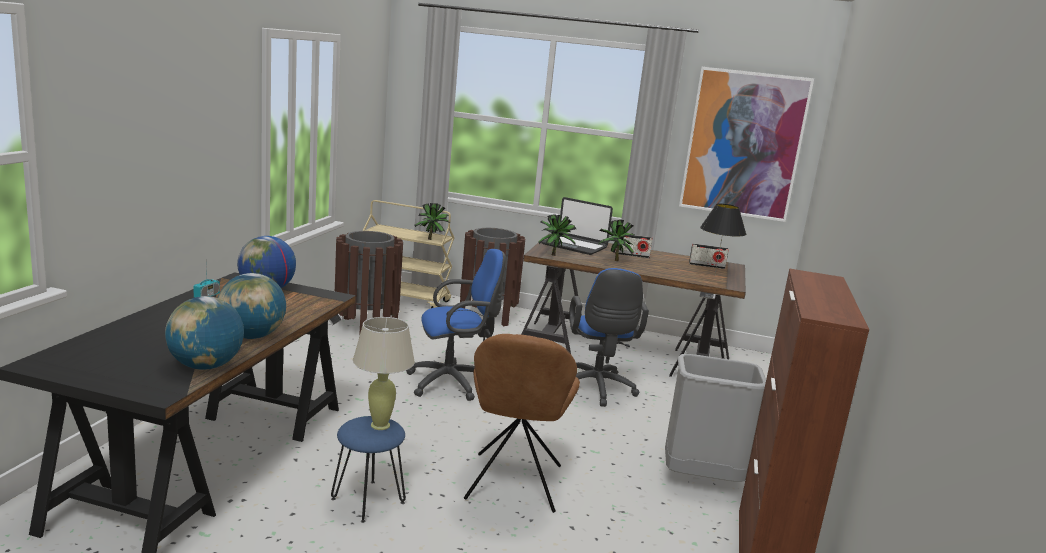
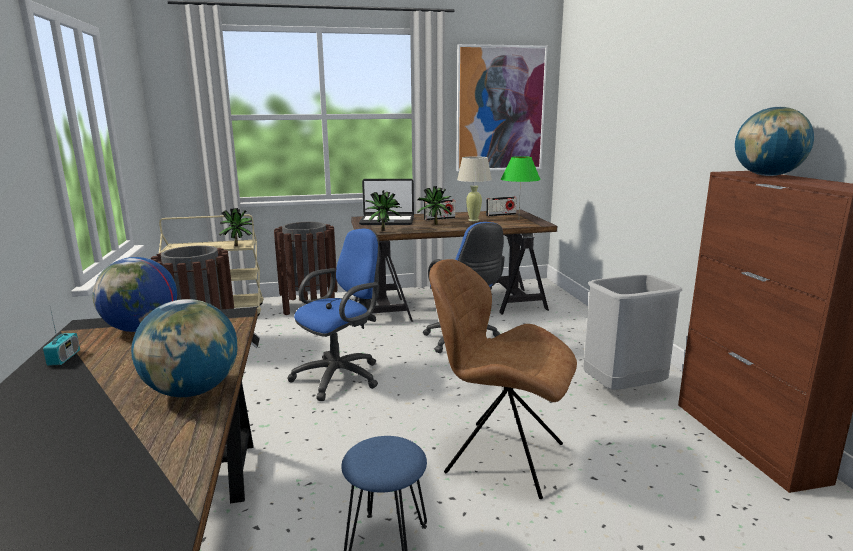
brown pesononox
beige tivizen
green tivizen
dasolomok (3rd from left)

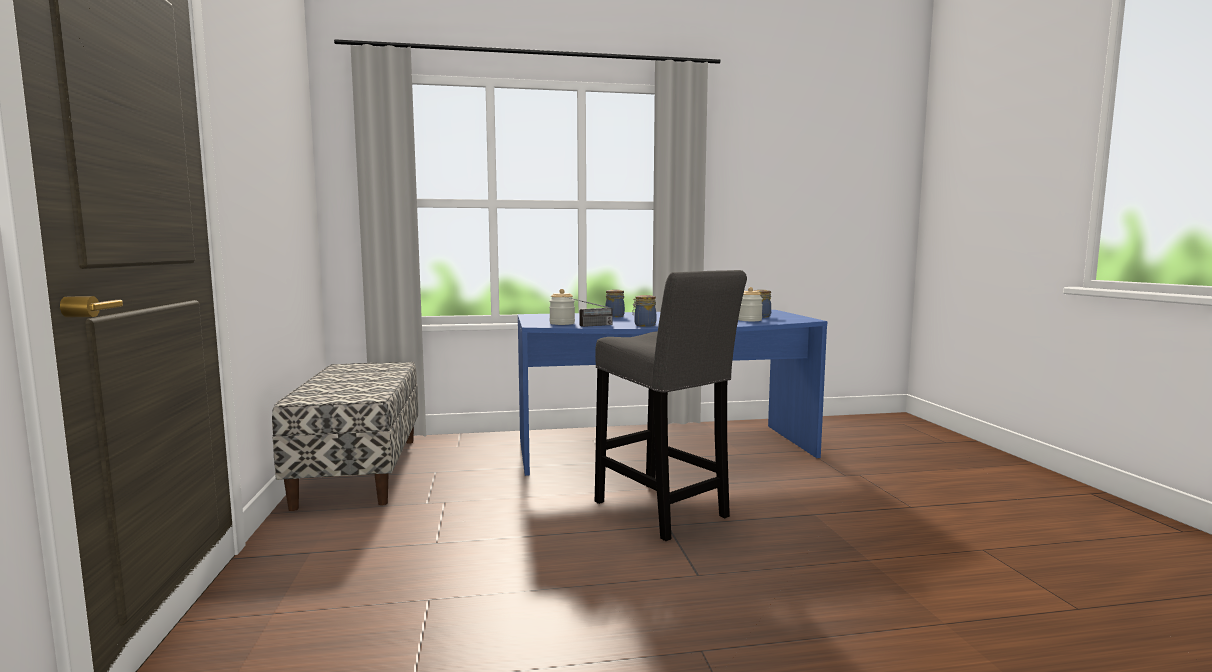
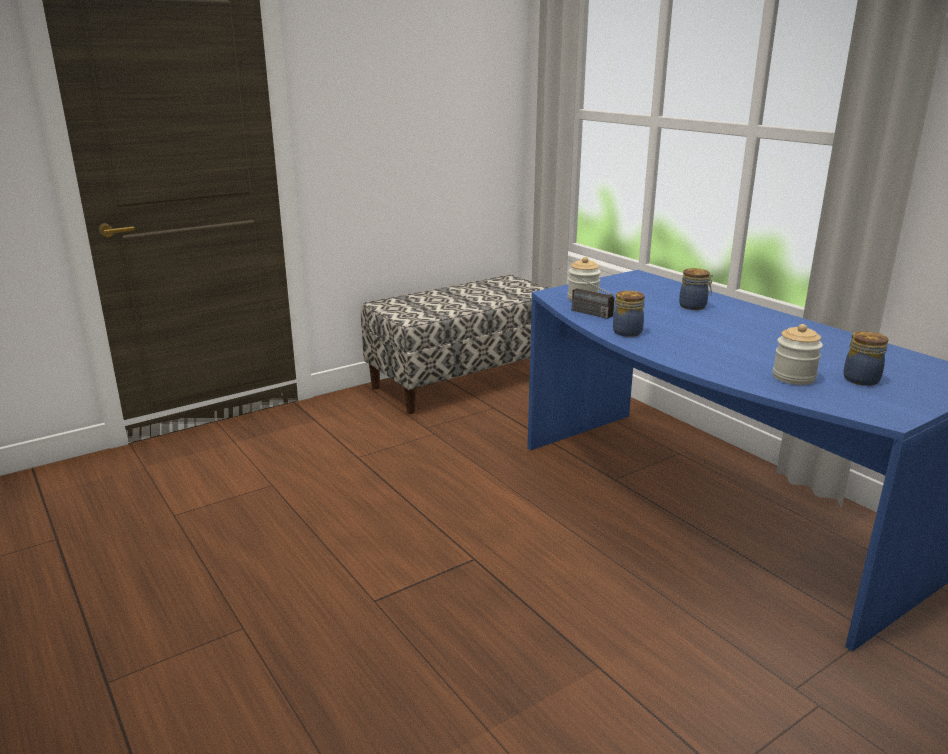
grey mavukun

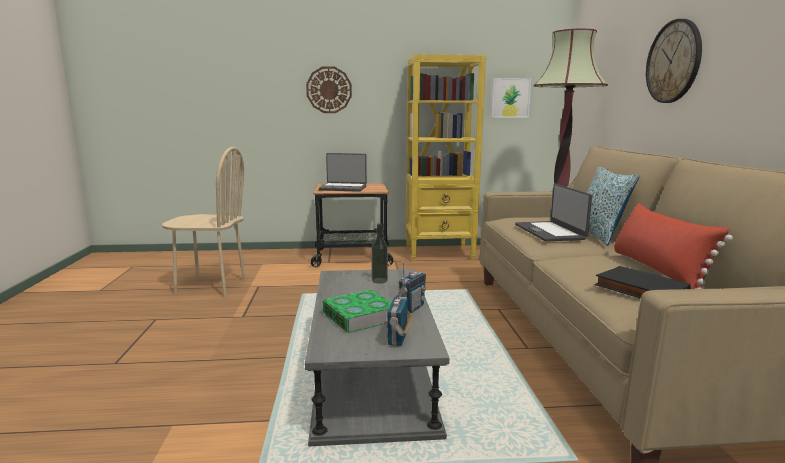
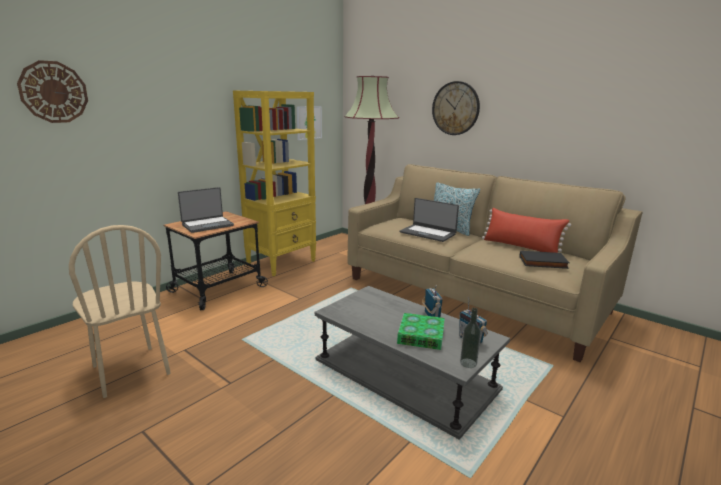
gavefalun (1st from left)
beige pesononox
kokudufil

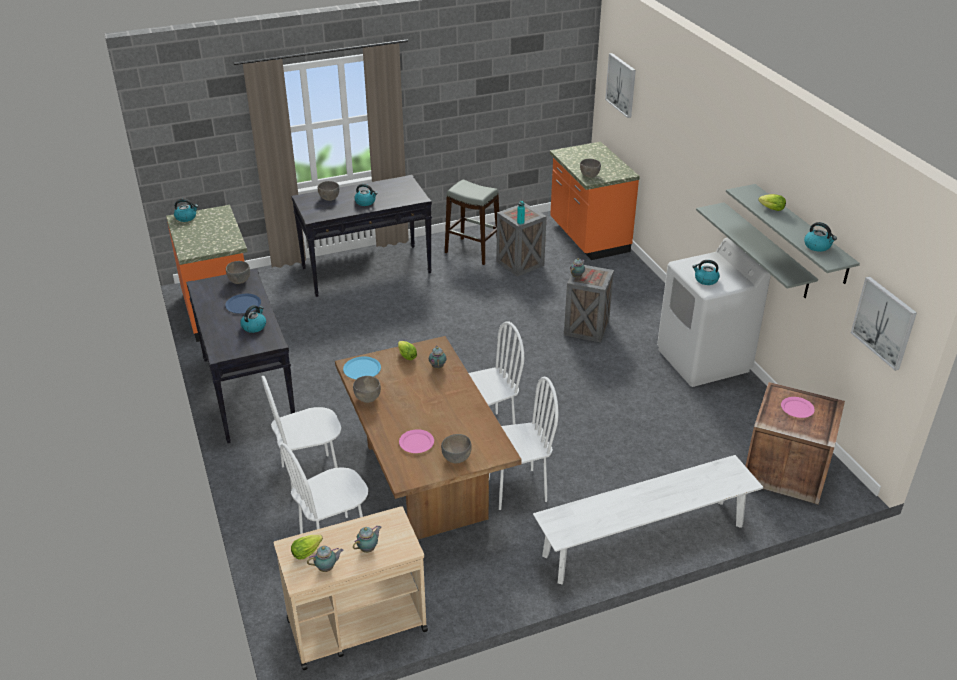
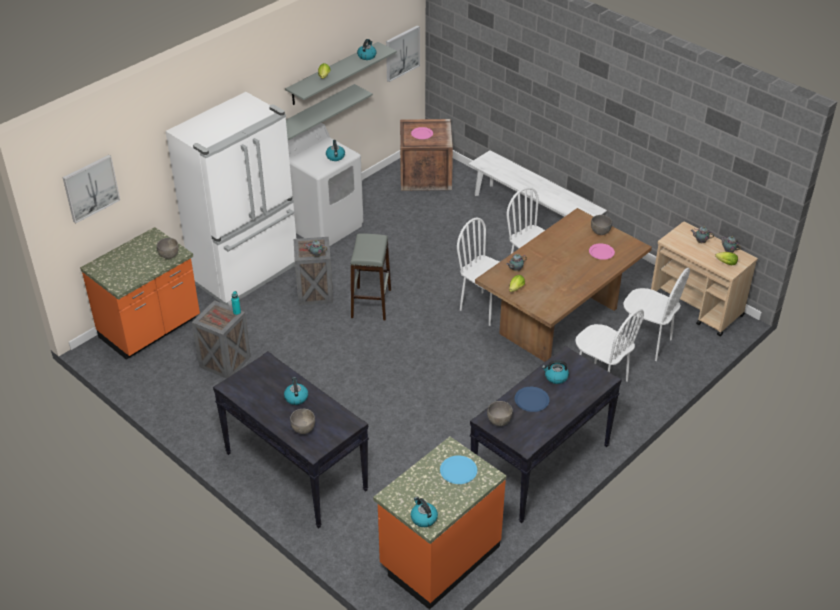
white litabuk
grey mavukun
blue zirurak (1st from left)
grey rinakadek (3rd from left in the first image)

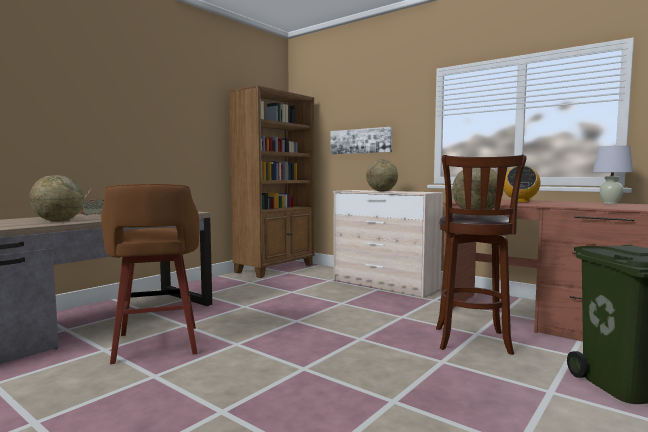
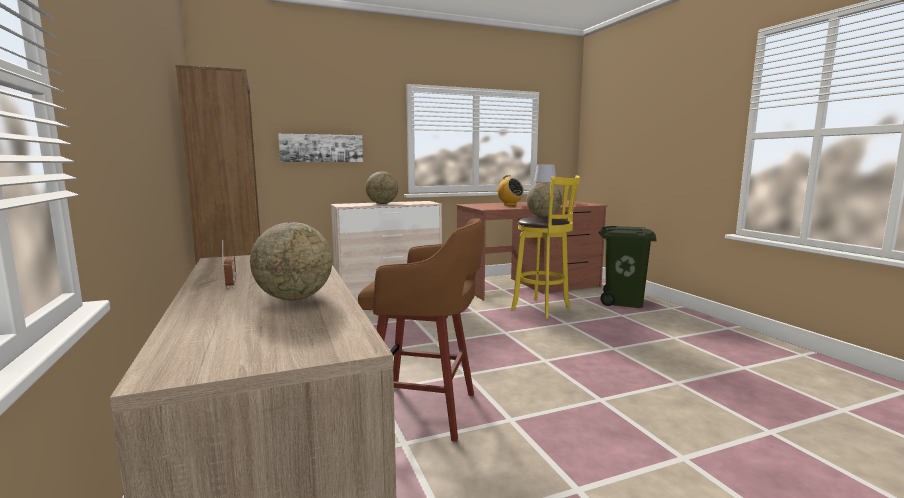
yellow mavukun

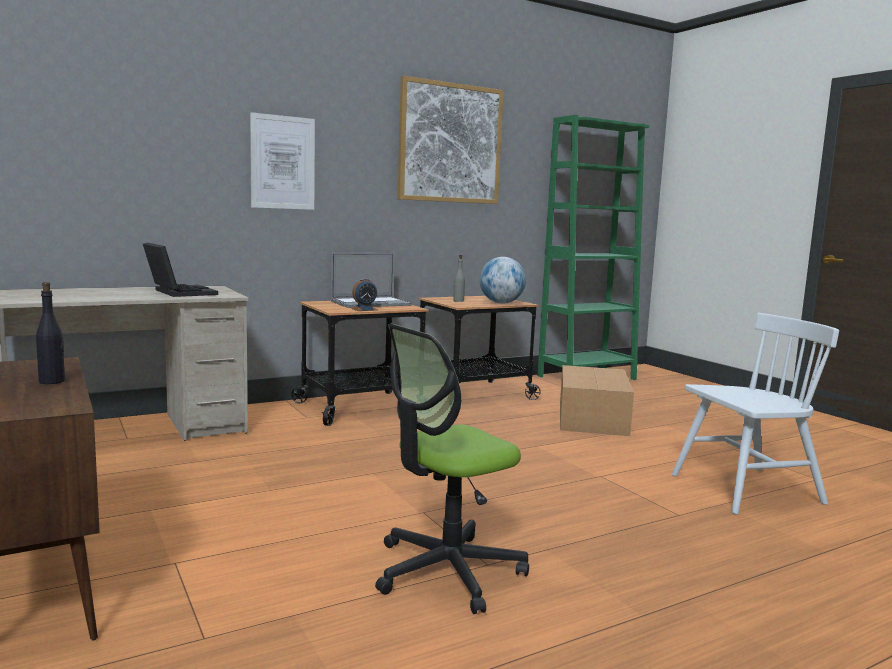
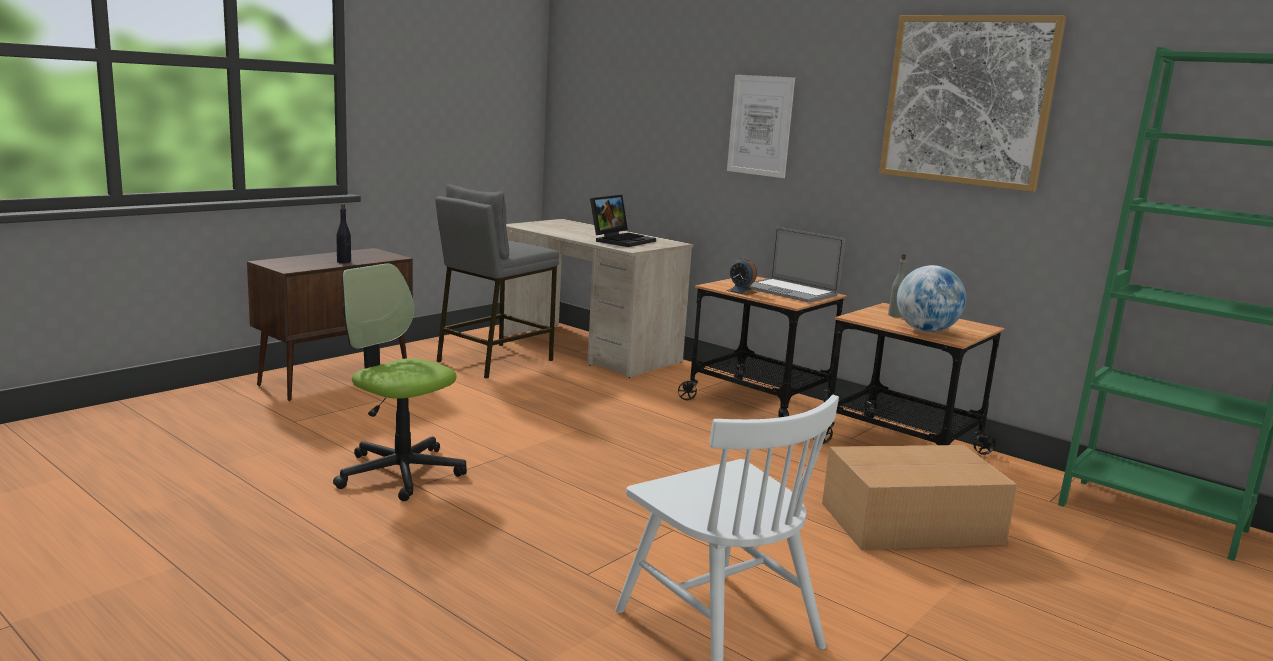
grey mavukun

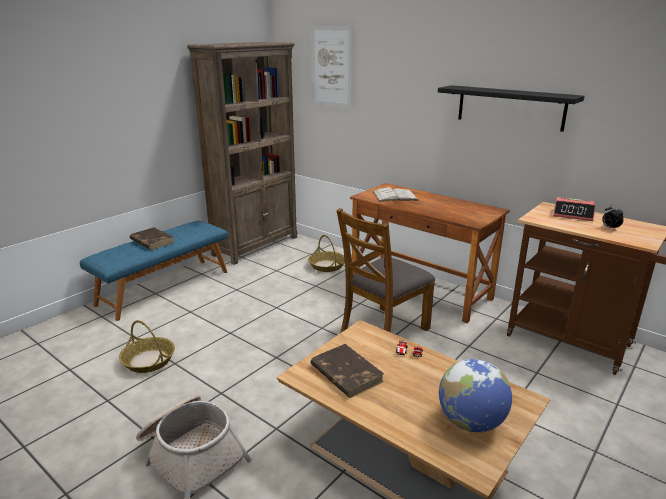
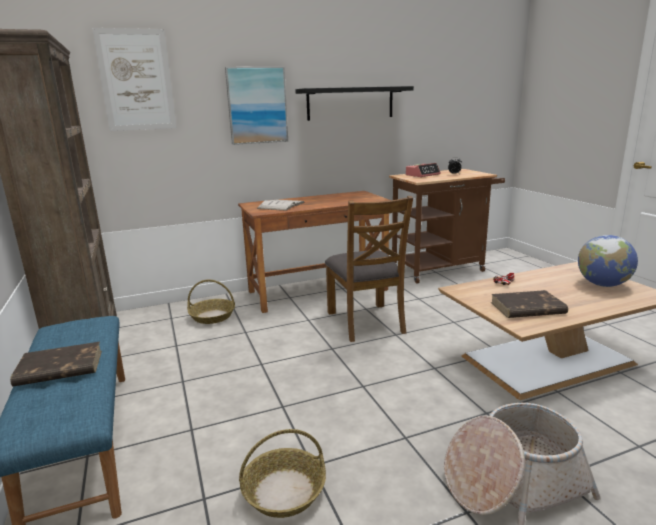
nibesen (2nd from left)

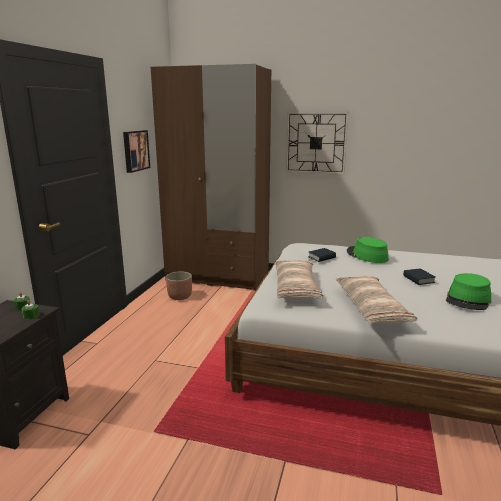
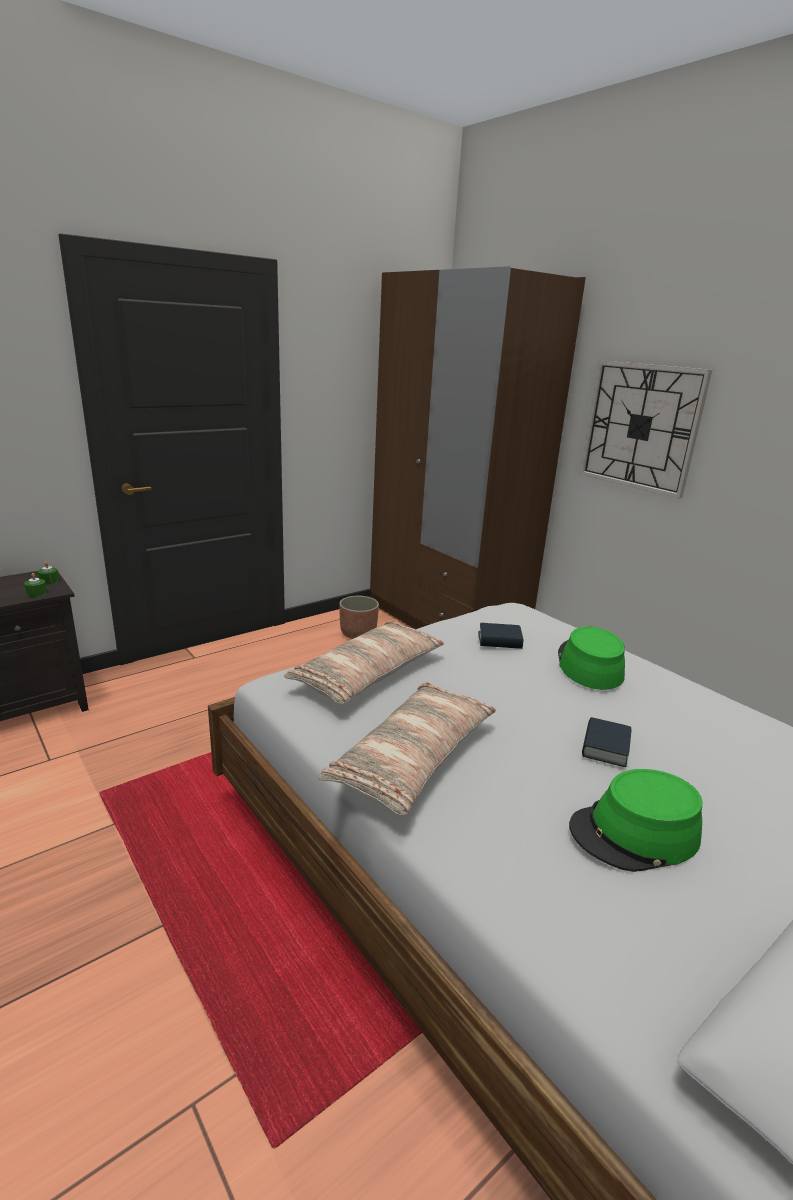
nibesen

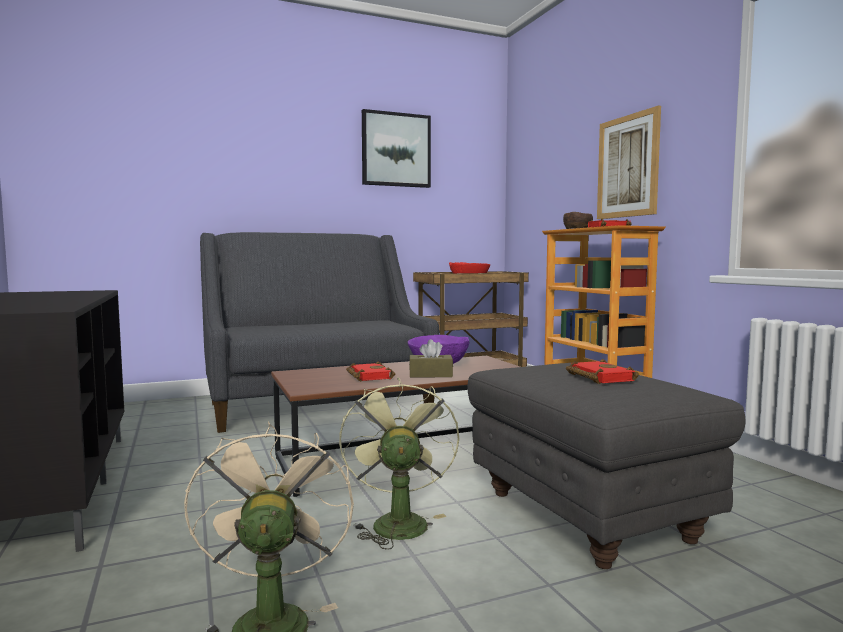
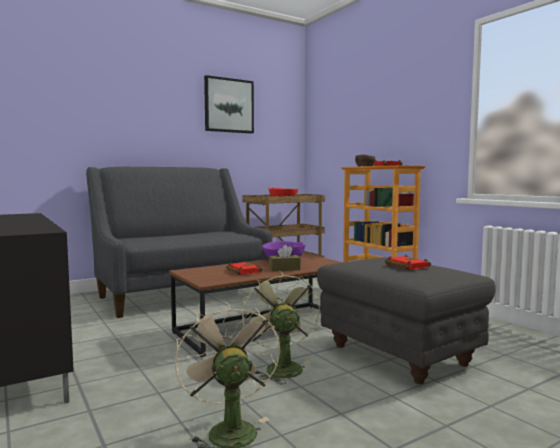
nibesen (2nd from left in the first image)

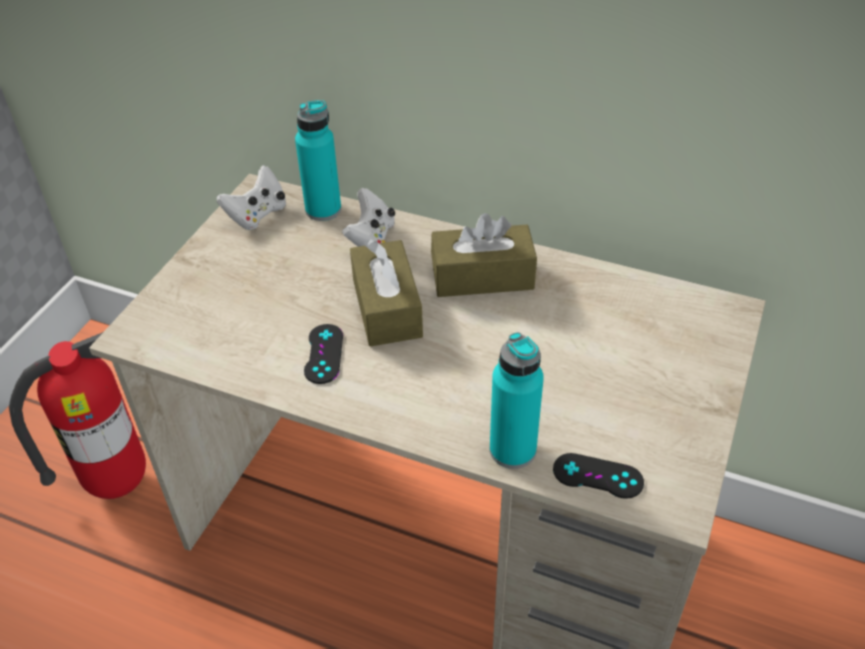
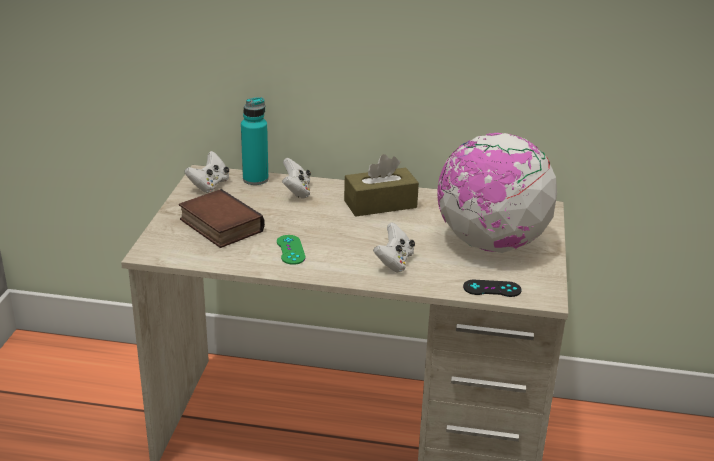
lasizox
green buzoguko
white buzoguko (3rd from left)
dasolomok
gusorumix
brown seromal (1st from left in the first image)
turquoise kokudufil (2nd from left in the first image)

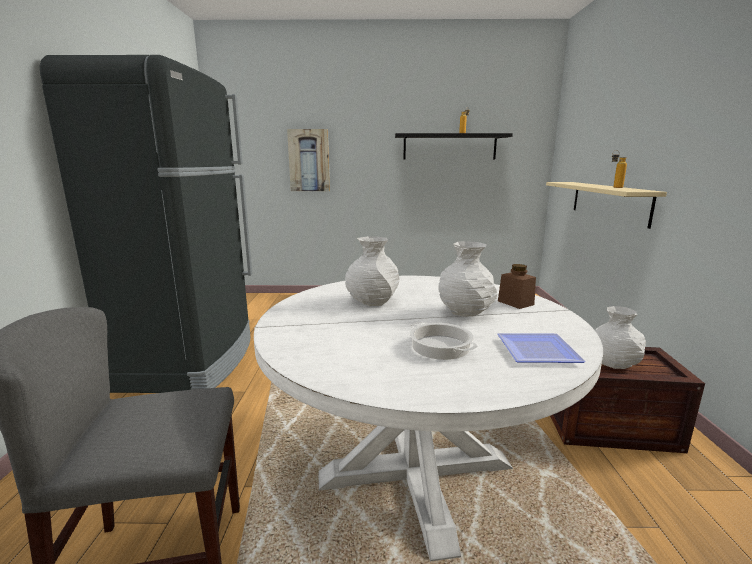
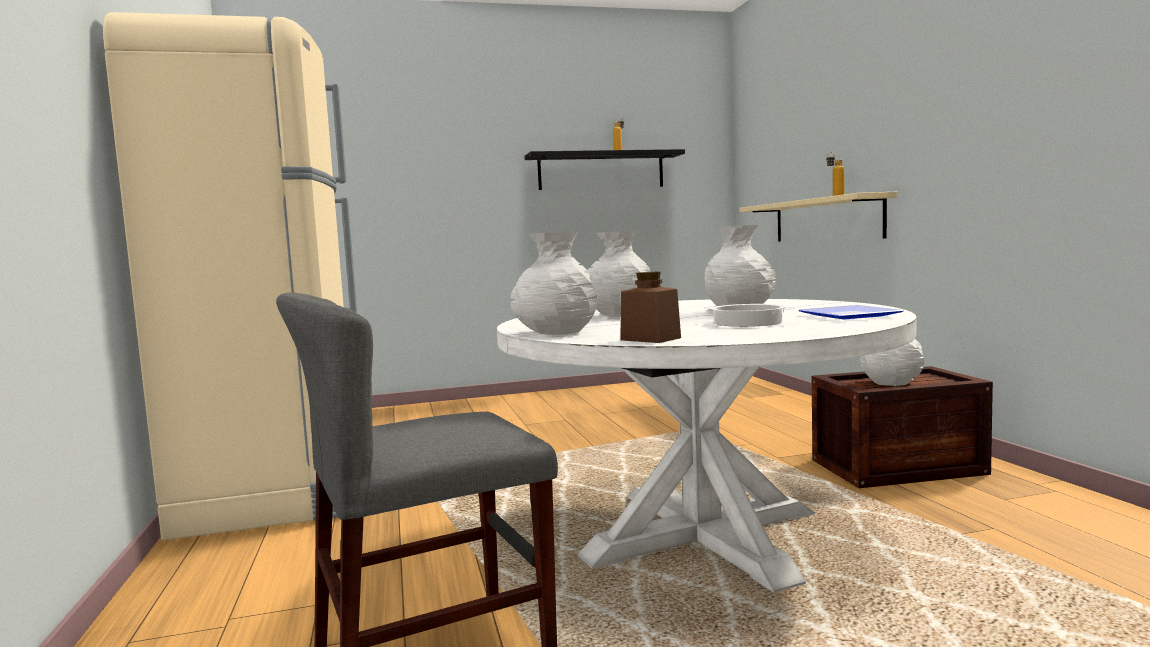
beige litabuk
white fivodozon (1st from left)
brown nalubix
nibesen

